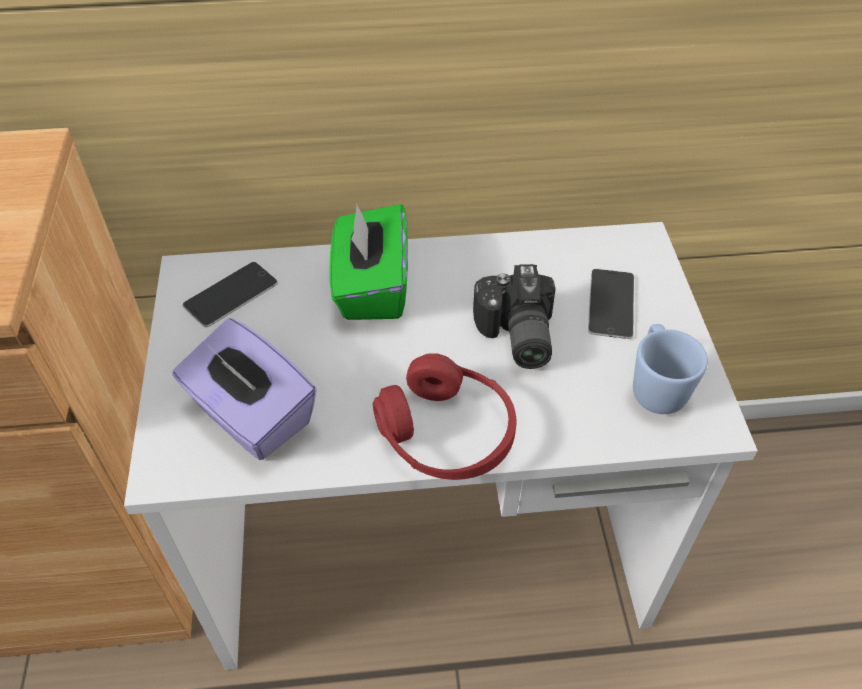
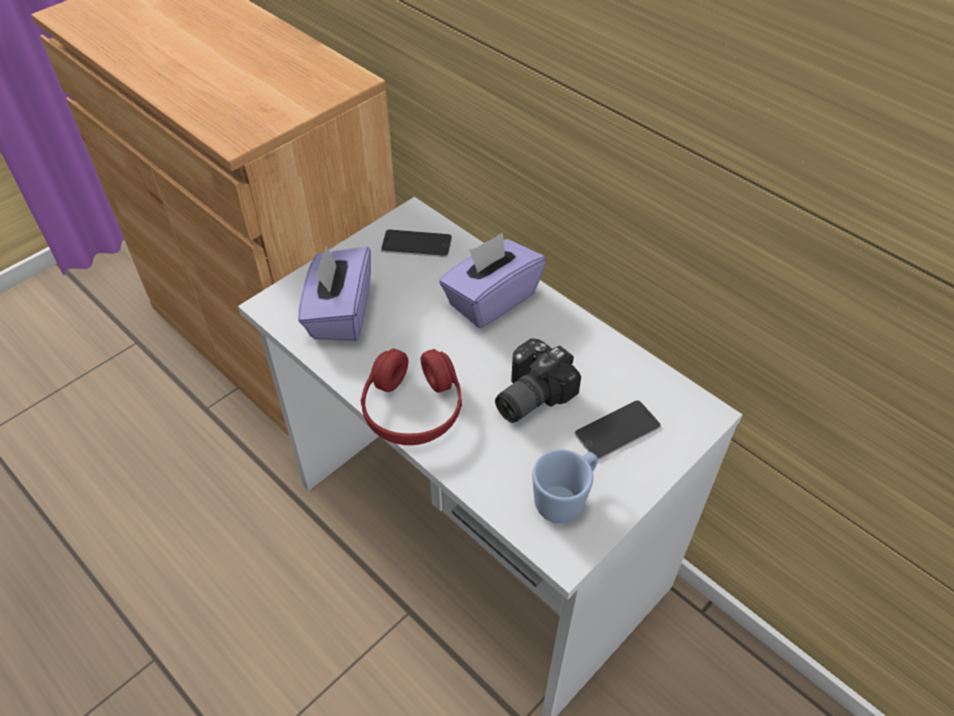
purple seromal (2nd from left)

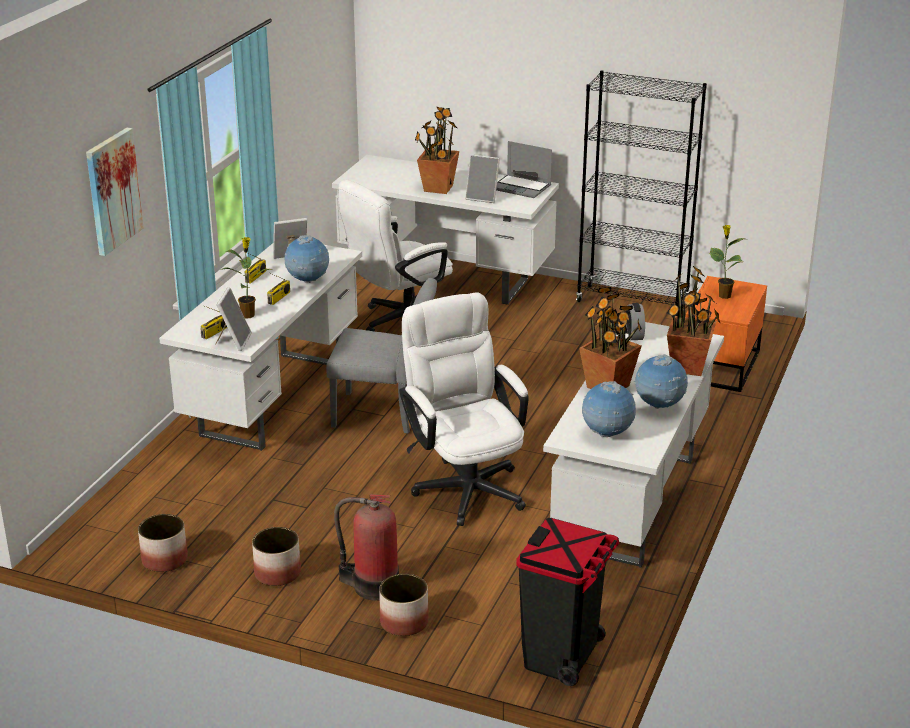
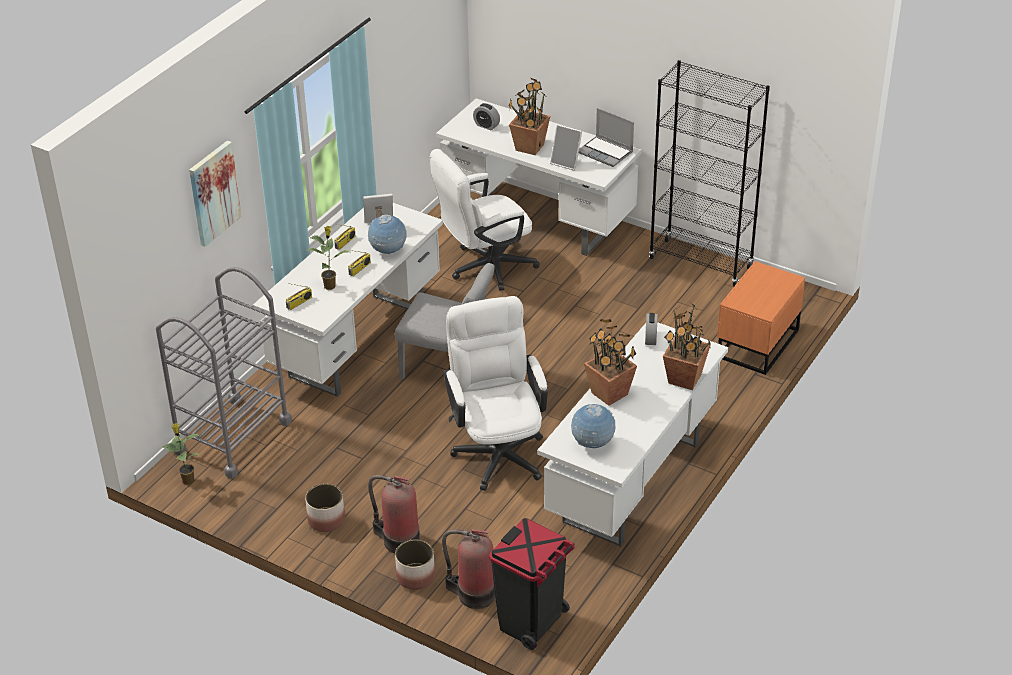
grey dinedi
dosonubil (1st from left)
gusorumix (2nd from left)
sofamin (1st from left)
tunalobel (1st from left in the first image)
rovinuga (1st from left in the first image)
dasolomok (3rd from left in the first image)

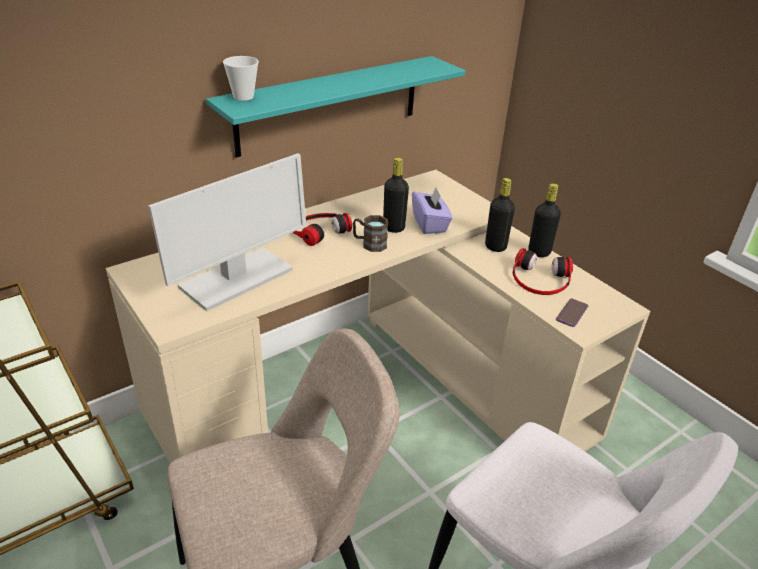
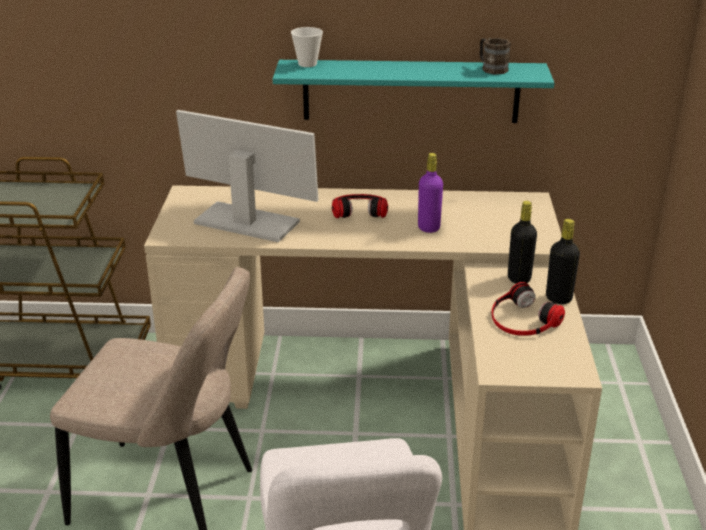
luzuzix
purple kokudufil
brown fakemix
purple seromal
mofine

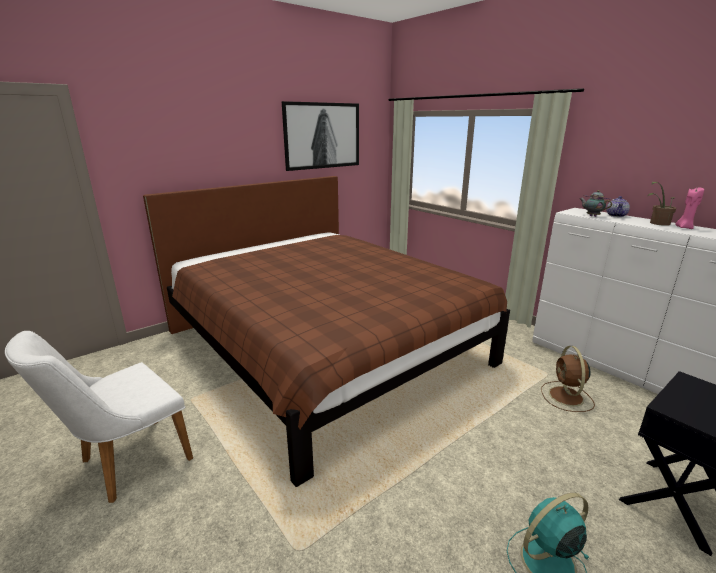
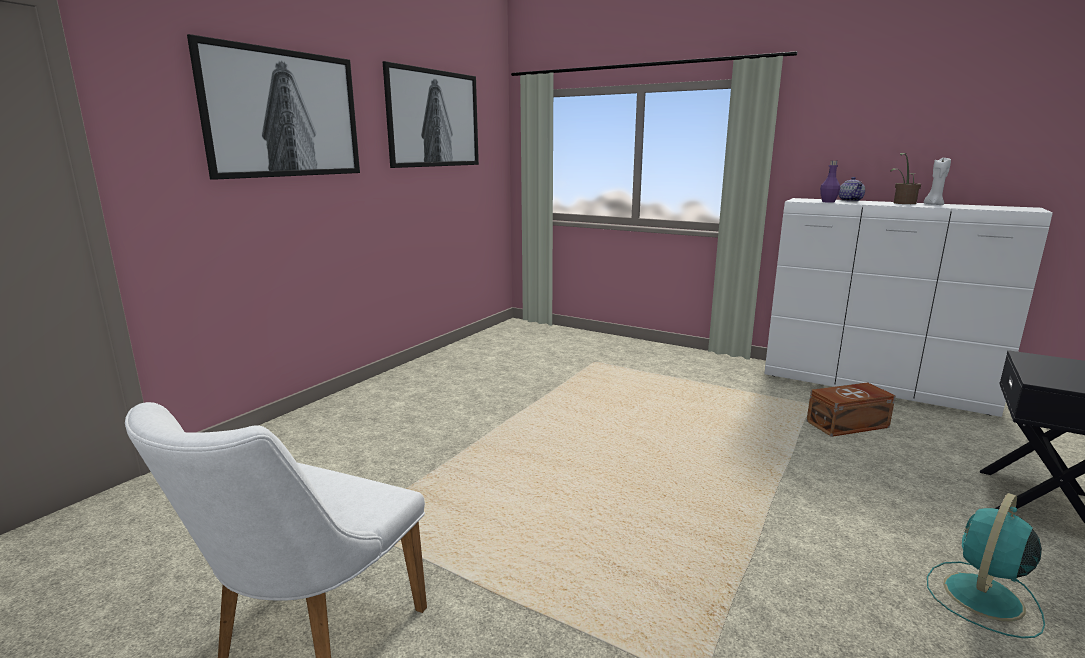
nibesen (1st from left)
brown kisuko
purple kokudufil
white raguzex
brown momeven

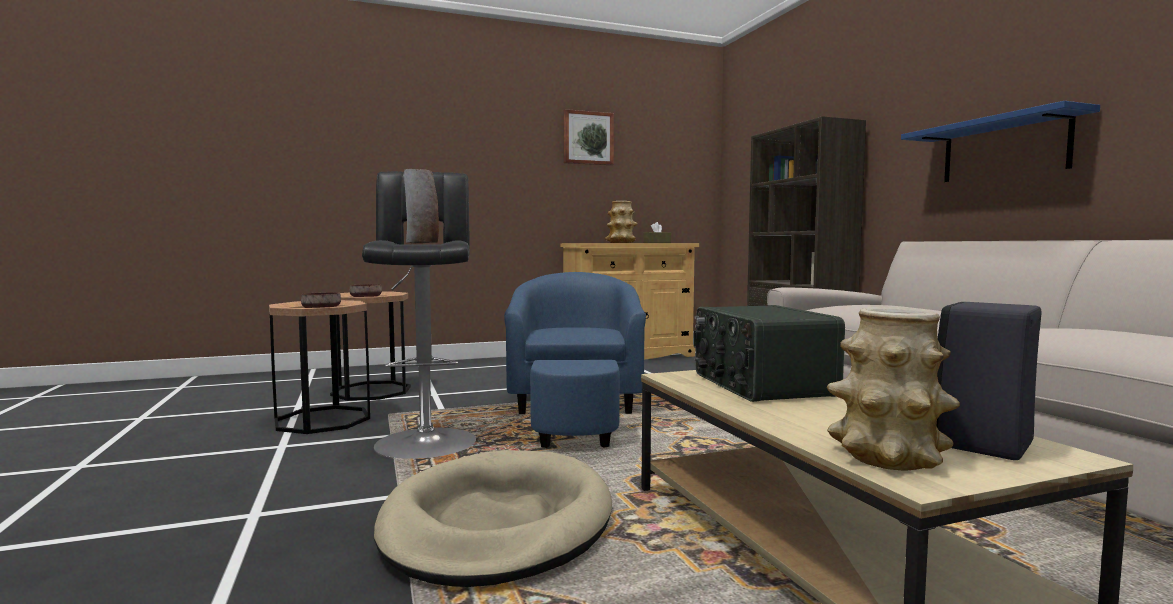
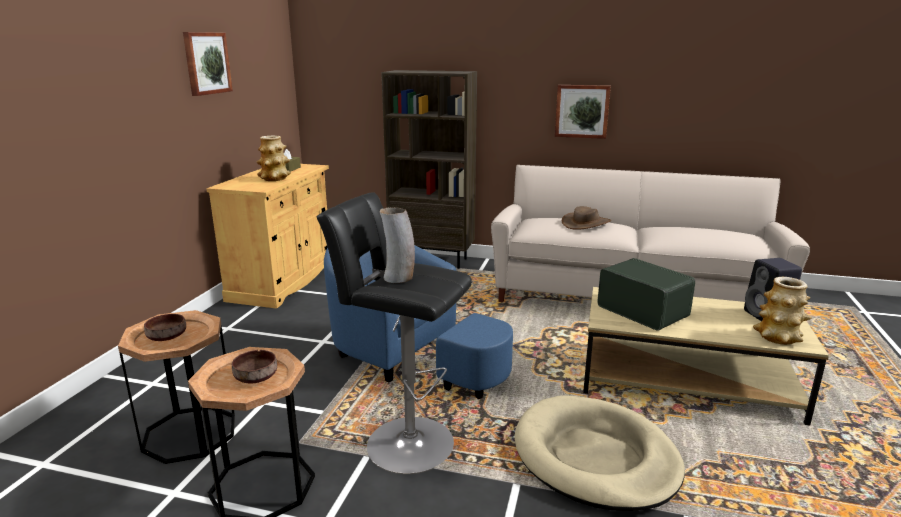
nibesen (2nd from left)
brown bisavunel
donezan

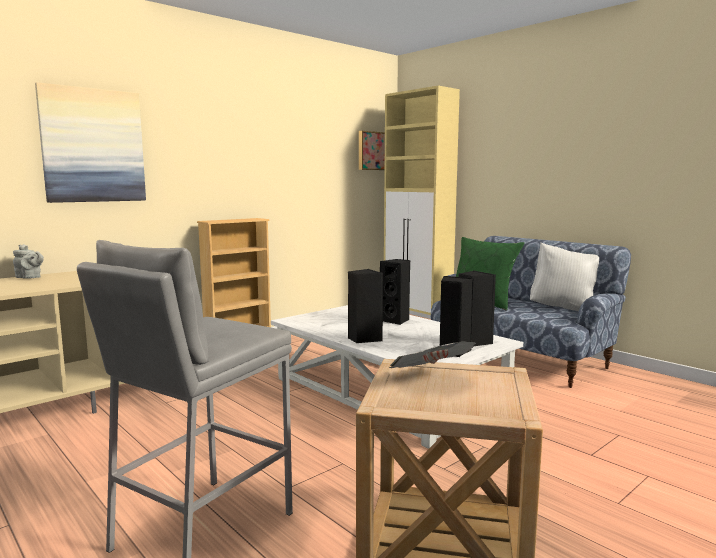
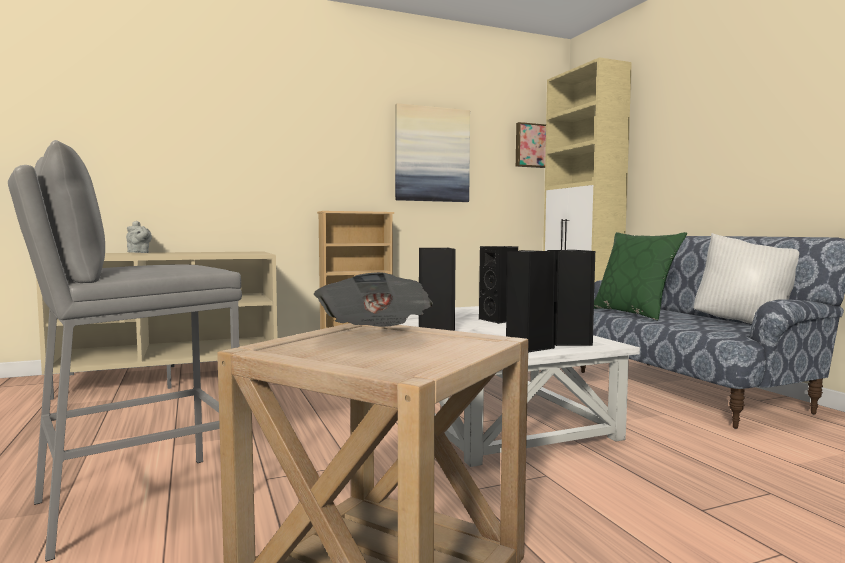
nibesen (1st from left)

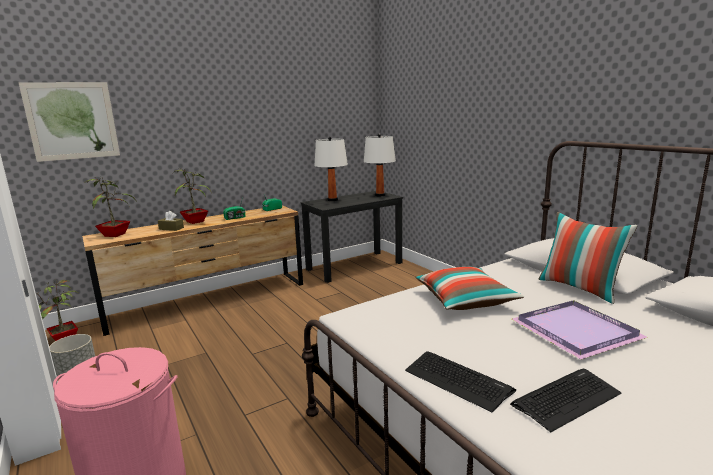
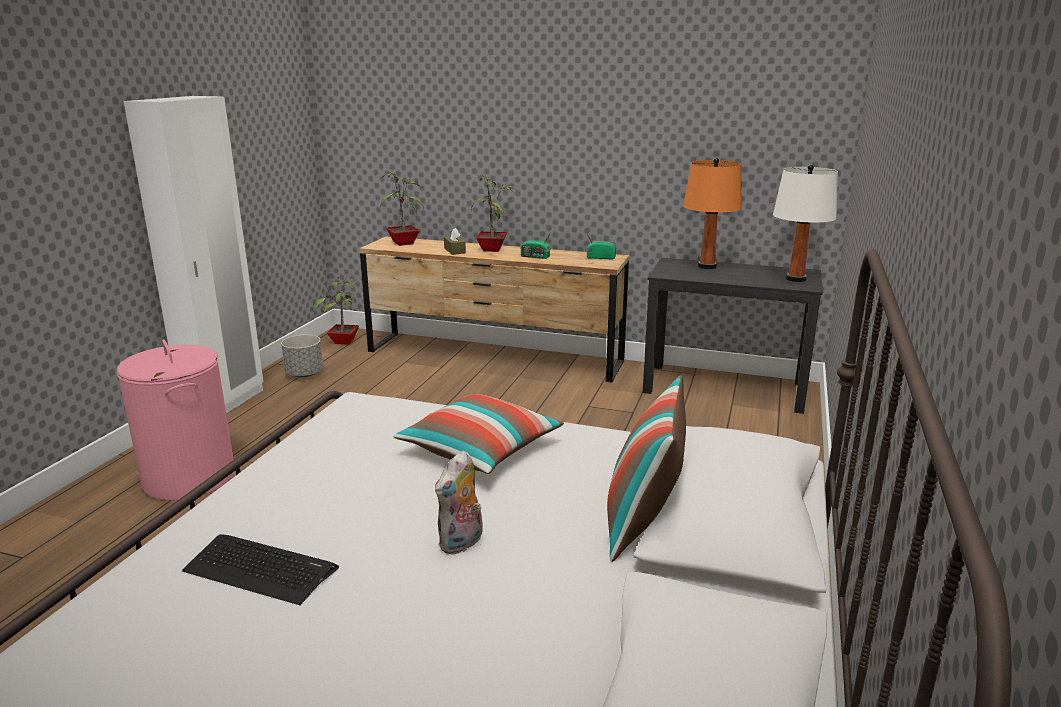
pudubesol
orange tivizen
nibesen
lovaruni (1st from left in the first image)

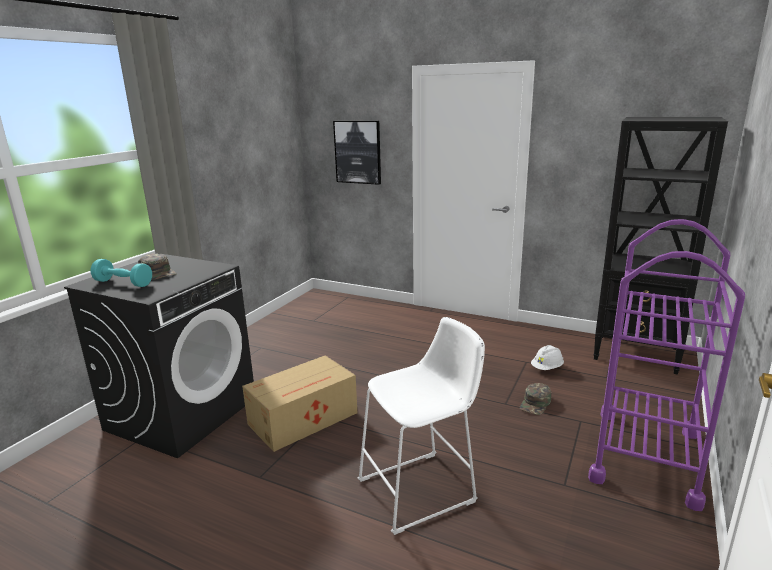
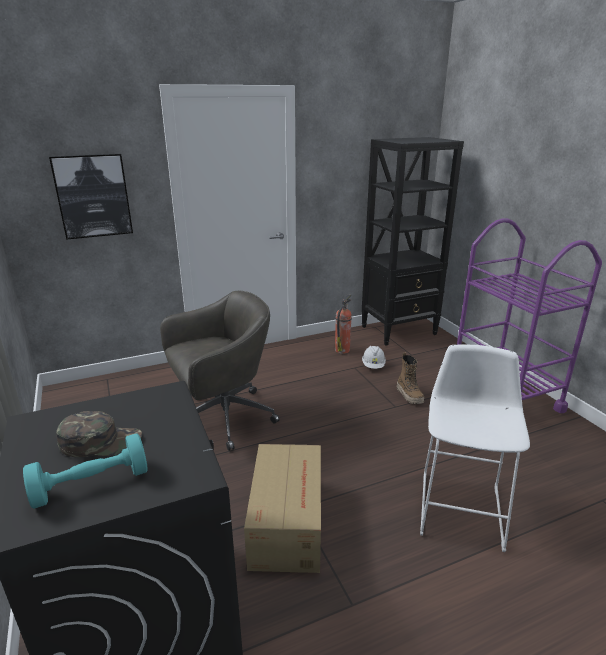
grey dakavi
gusorumix
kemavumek

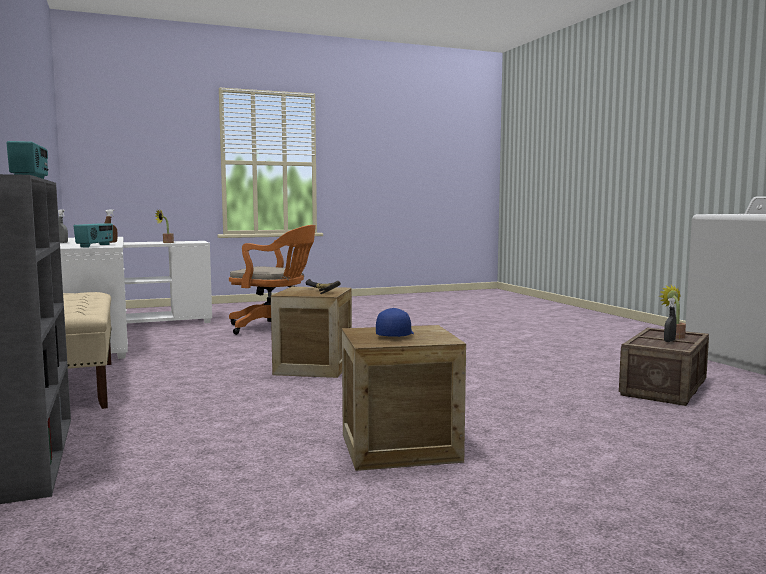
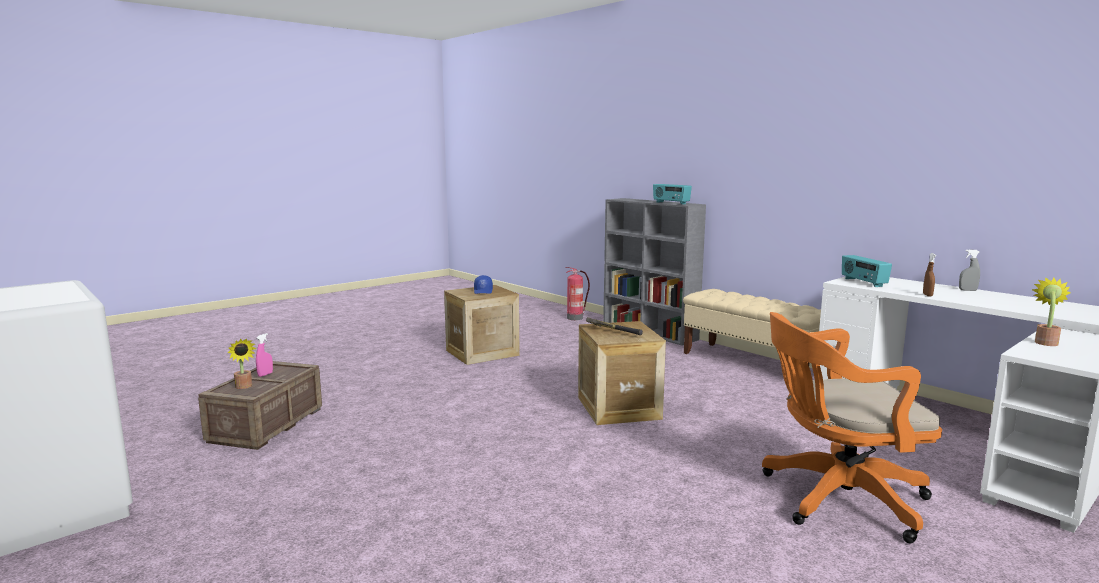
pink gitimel
gusorumix

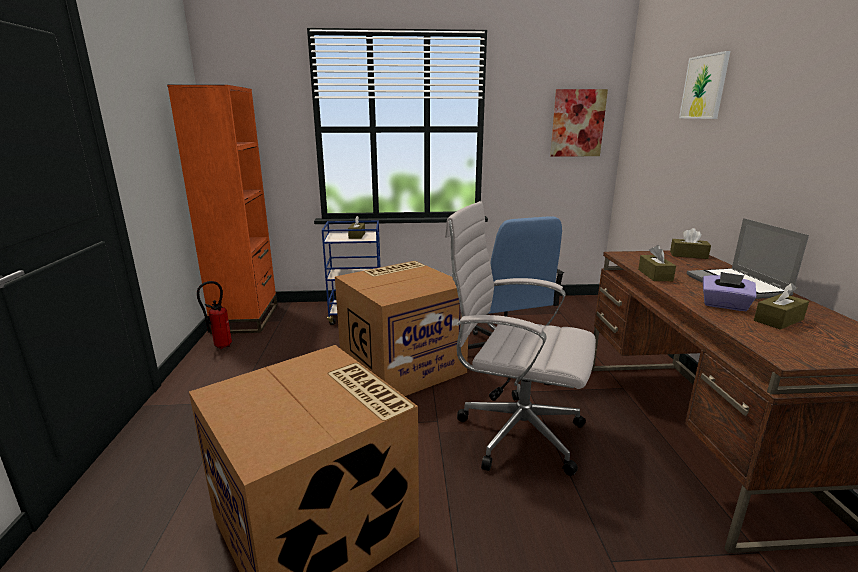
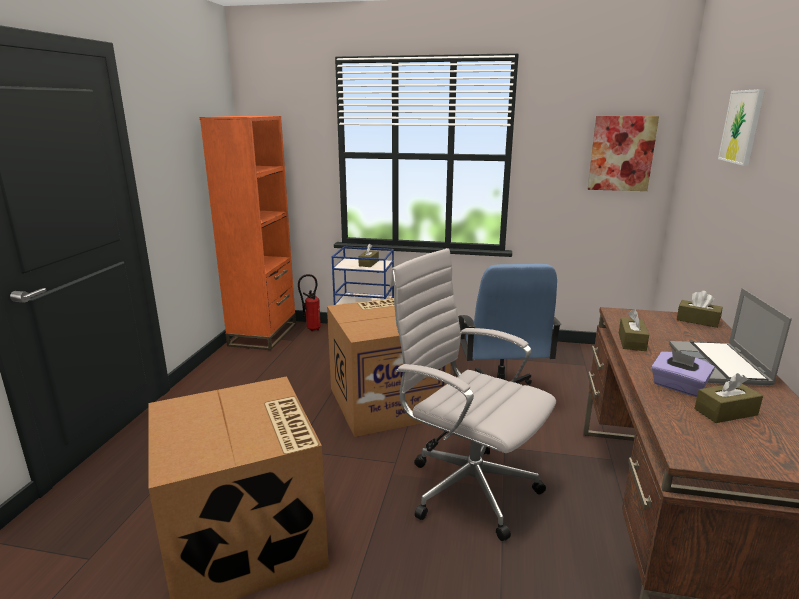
gusorumix

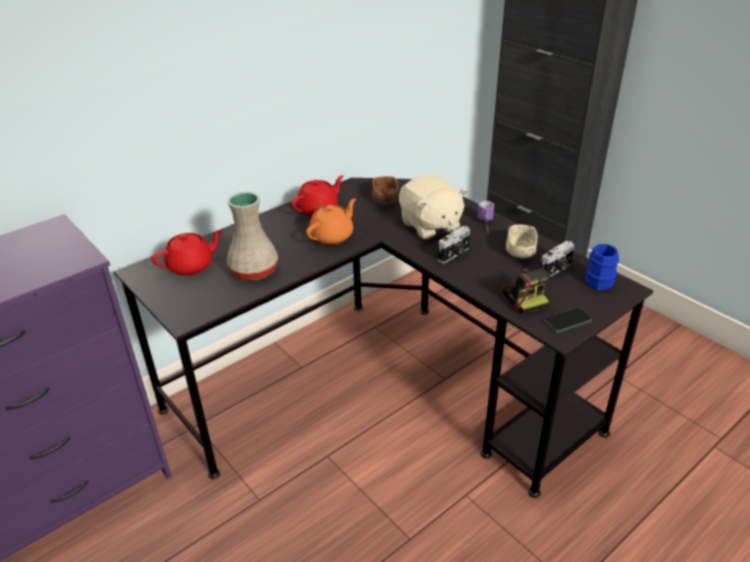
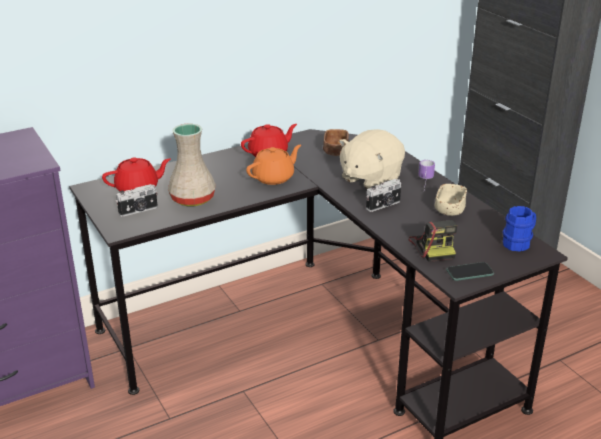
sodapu (1st from left)
beige pudubesol

